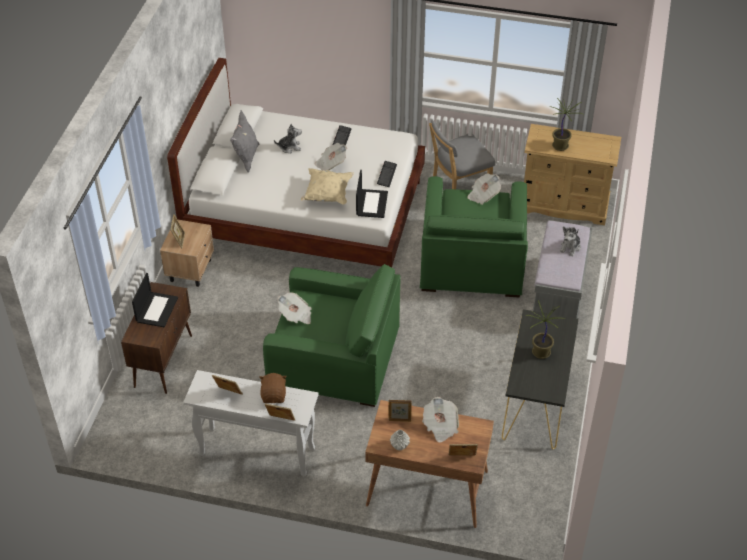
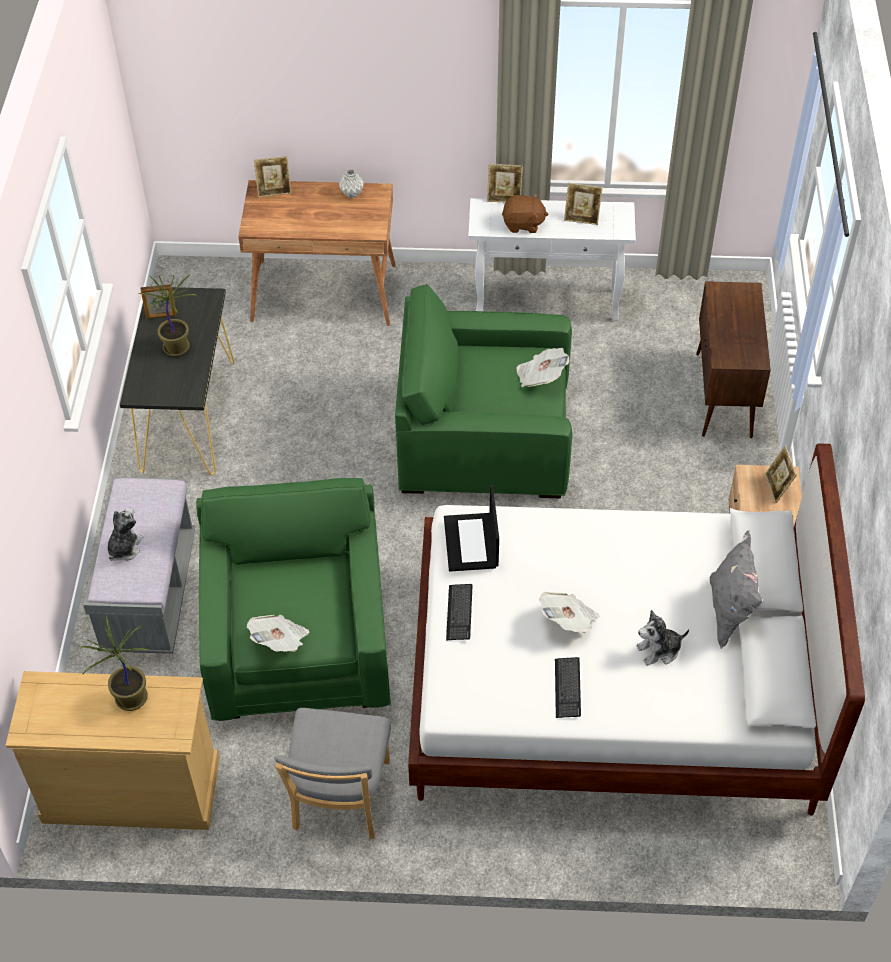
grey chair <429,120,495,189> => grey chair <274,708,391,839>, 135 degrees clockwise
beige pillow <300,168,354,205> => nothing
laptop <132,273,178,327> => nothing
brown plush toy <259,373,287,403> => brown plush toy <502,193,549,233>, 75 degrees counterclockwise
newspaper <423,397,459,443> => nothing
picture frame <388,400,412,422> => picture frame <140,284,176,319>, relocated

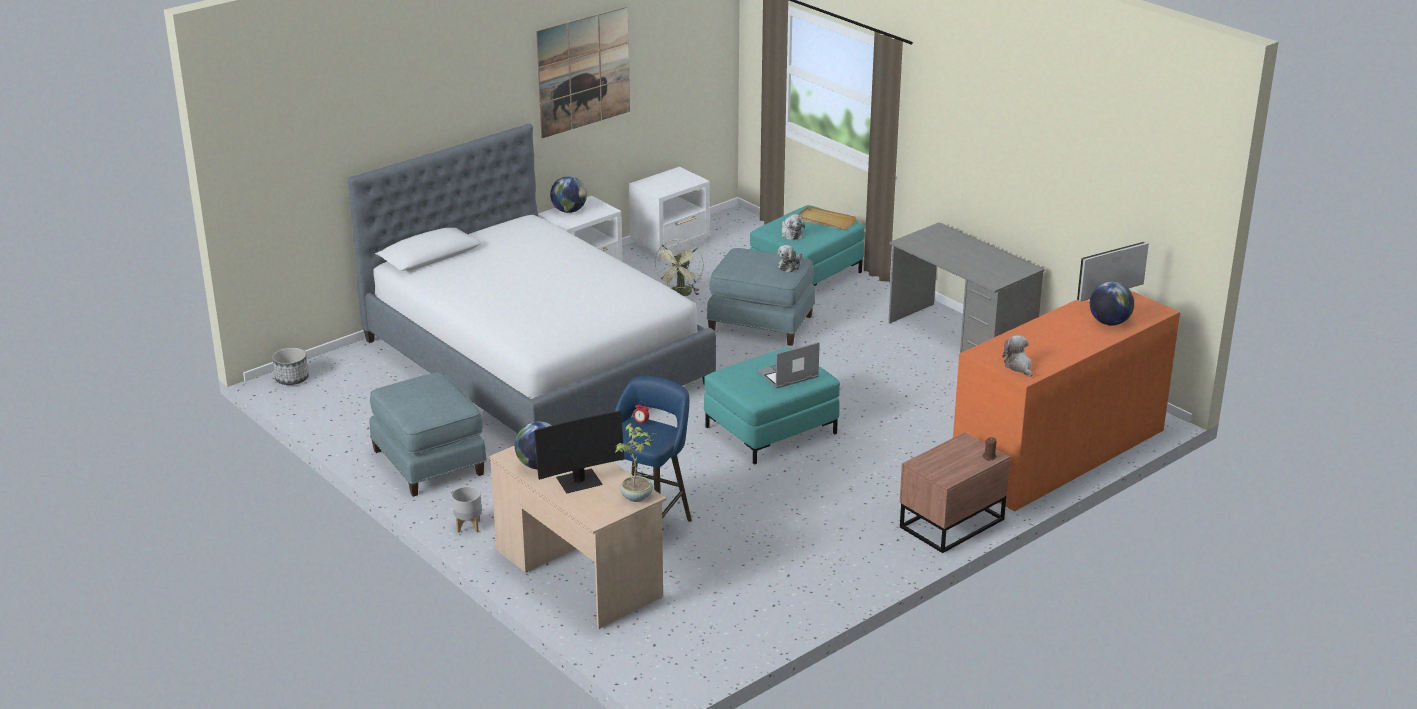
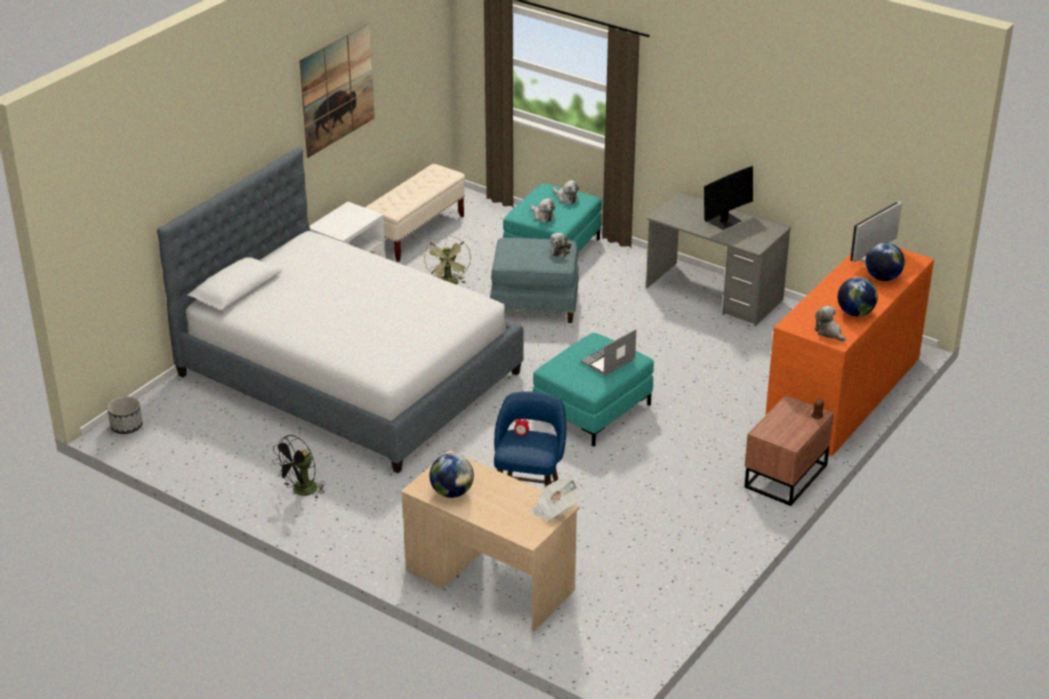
white nightstand <629,167,710,258> => beige bench <365,164,465,262>
globe <550,176,587,213> => globe <838,277,878,317>, relocated
beige tray <798,206,856,230> => plush toy <553,180,579,204>
blue ottoman <370,372,487,497> => black fan <272,435,325,498>
monitor <534,411,624,493> => monitor <704,166,753,230>, relocated
potted plant <615,423,657,502> => newspaper <530,478,578,522>
grey planter <452,486,482,533> => nothing

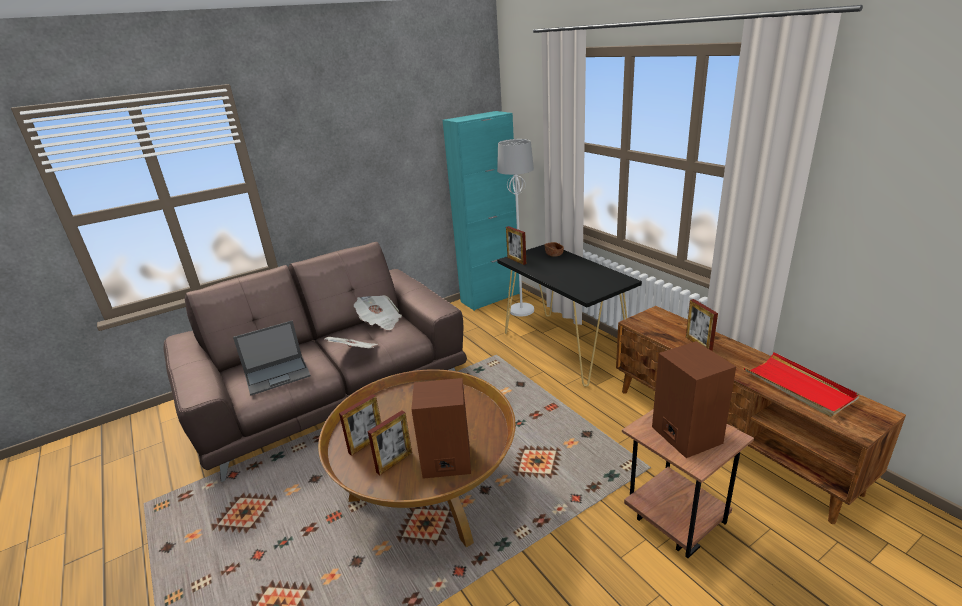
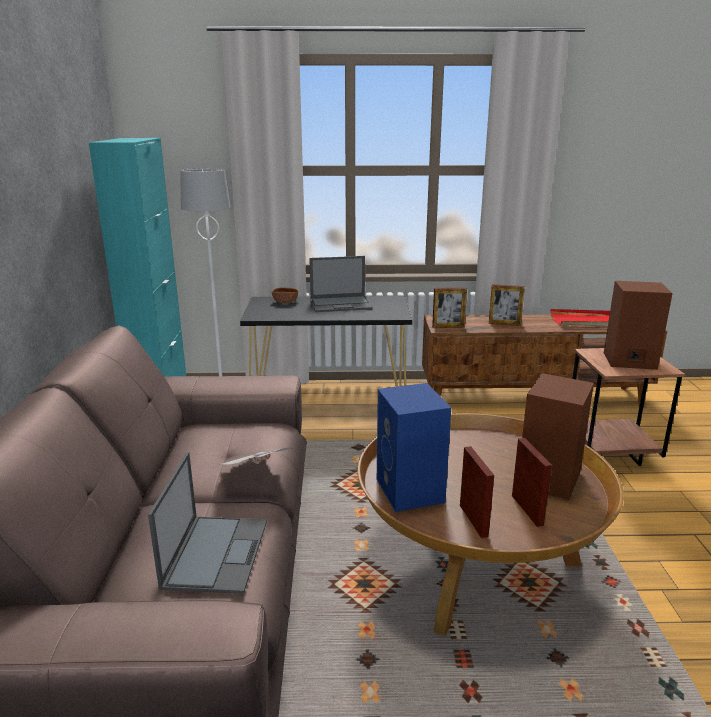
picture frame <506,226,526,265> => picture frame <432,287,467,328>, relocated
newspaper <354,295,402,330> => nothing
nothing => laptop <309,256,373,312>
nothing => blue speaker <377,383,451,512>

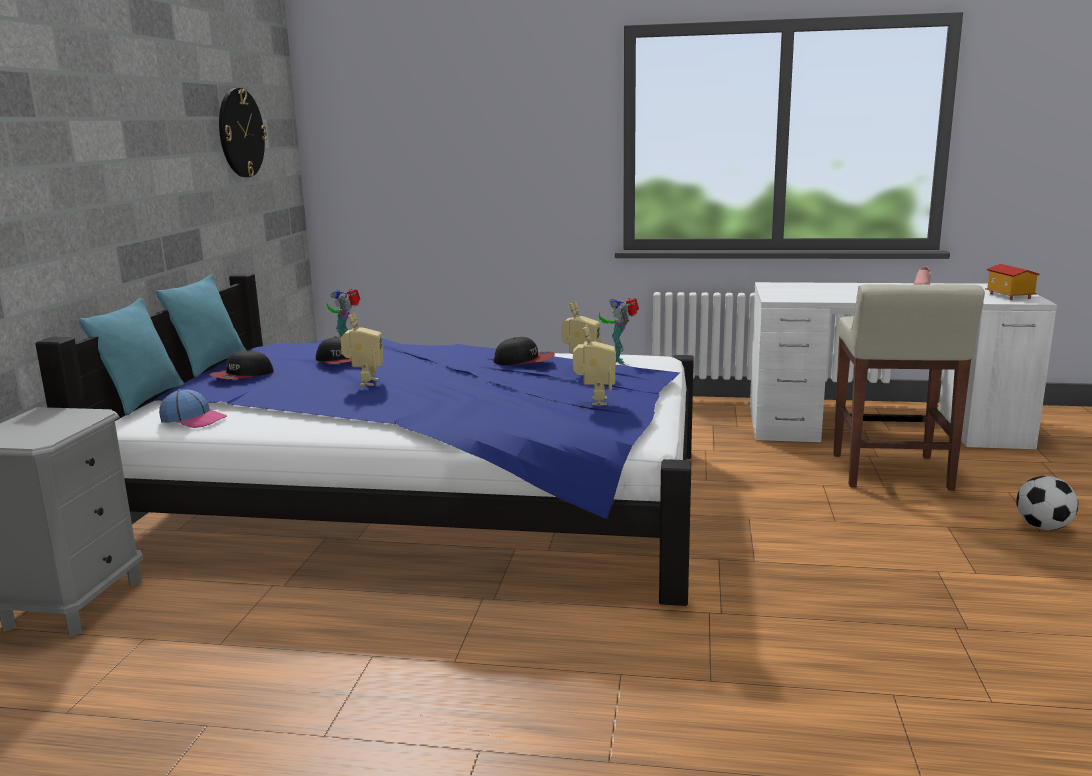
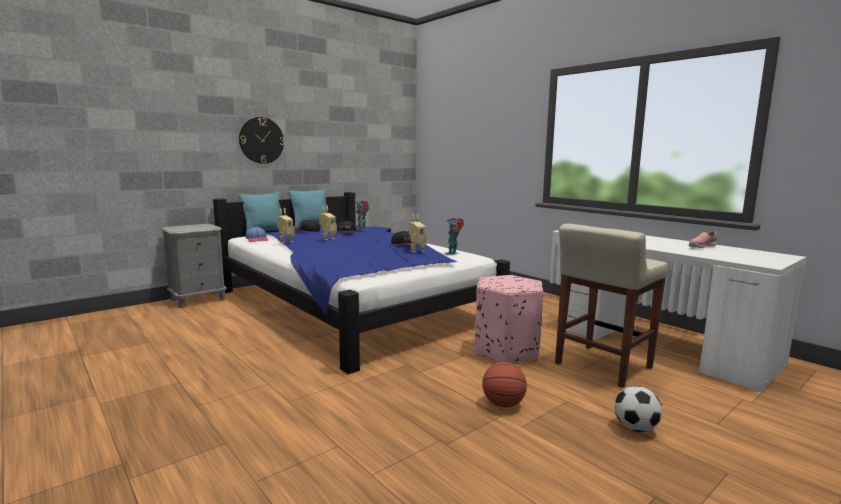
wall clock <219,88,267,177> => wall clock <239,117,284,164>, relocated
toy house <985,264,1040,300> => nothing
toy robot <573,325,616,405> => toy robot <277,208,295,244>, relocated
nothing => pink ottoman <475,275,543,363>
nothing => basketball <482,362,527,407>

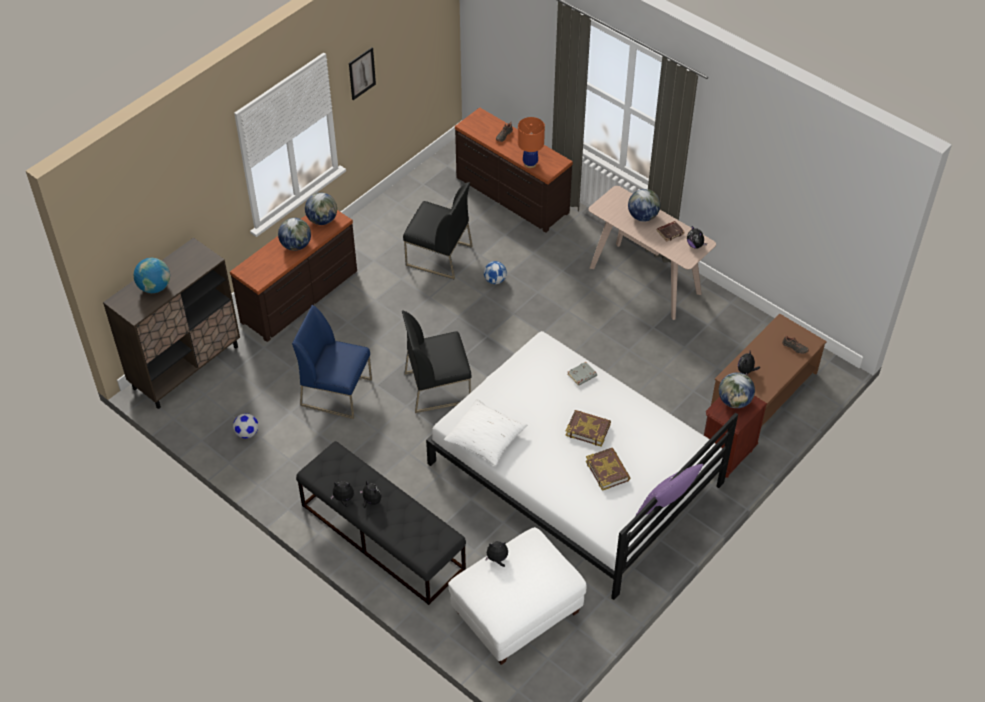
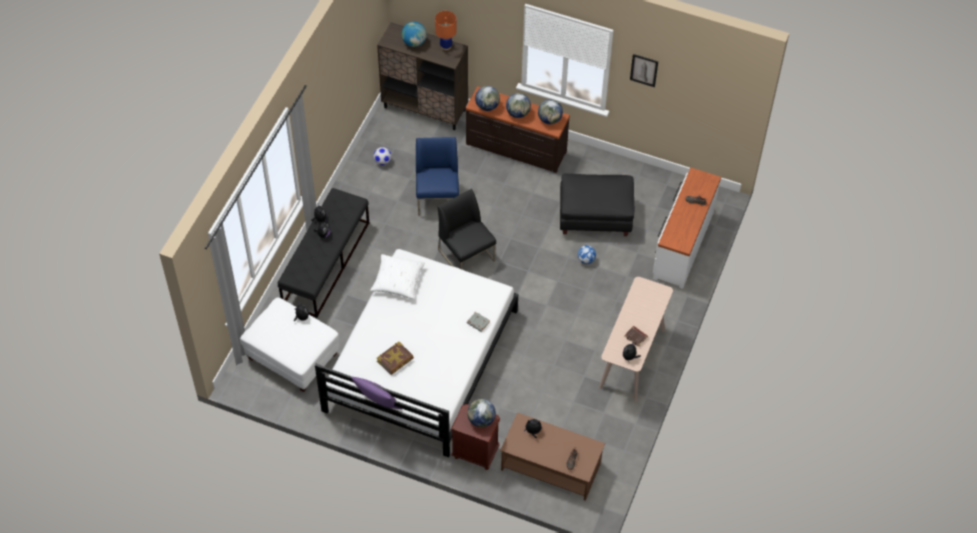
brown dresser <455,107,573,233> => white dresser <653,168,721,289>
orange table lamp <518,117,545,168> => orange table lamp <435,11,457,50>, relocated
black chair <403,182,473,280> => black ottoman <560,174,634,236>
globe <628,189,660,222> => globe <475,86,500,111>, relocated
book <565,410,611,447> => nothing

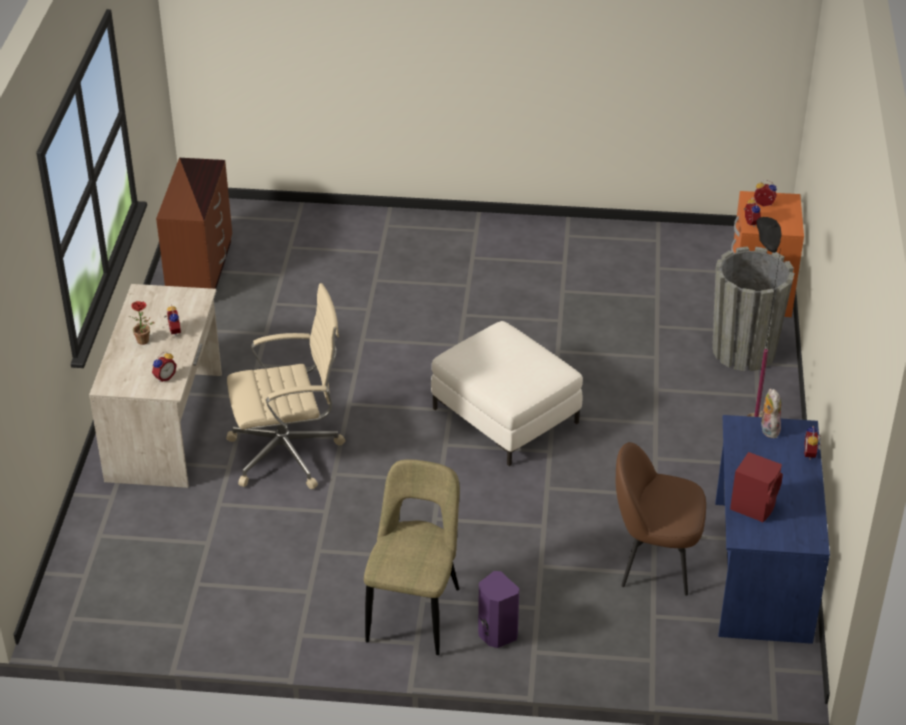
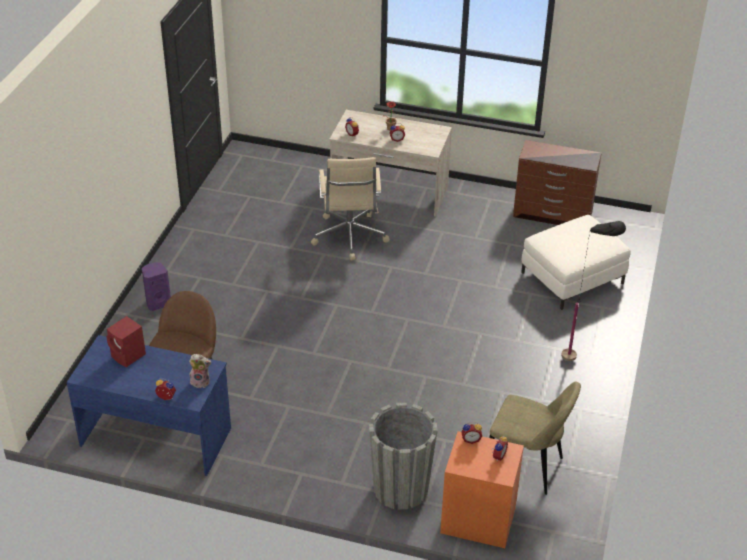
black floor lamp <747,217,782,417> => black floor lamp <561,221,626,361>, relocated
white ottoman <431,321,583,466> => white ottoman <521,215,631,310>, relocated
beige chair <364,459,460,655> => beige chair <489,382,581,495>, relocated

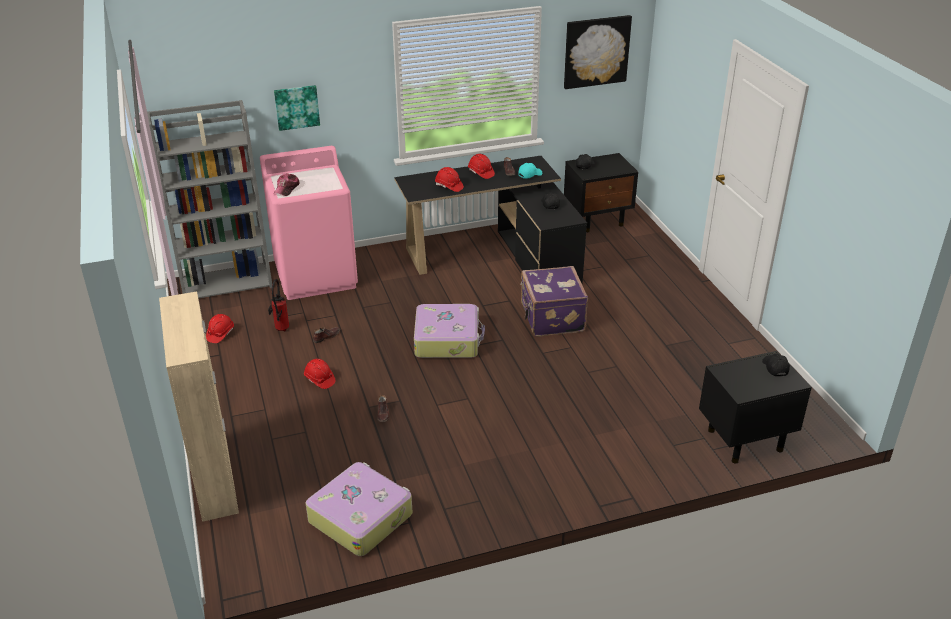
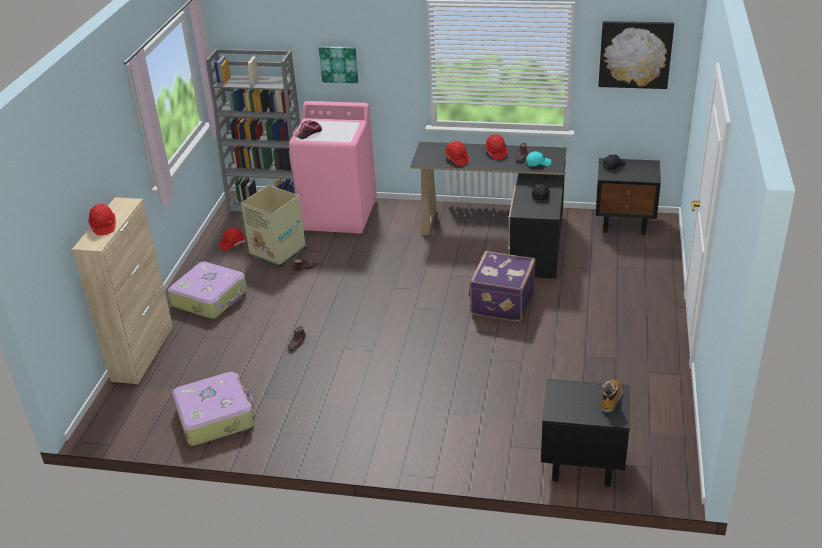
fire extinguisher <268,279,289,332> => cardboard box <241,185,306,268>
suitcase <414,304,485,358> => suitcase <168,262,247,319>, relocated
black cap <762,354,790,377> => boot <601,379,622,413>
red hard hat <304,359,335,389> => red hard hat <88,204,116,236>, relocated

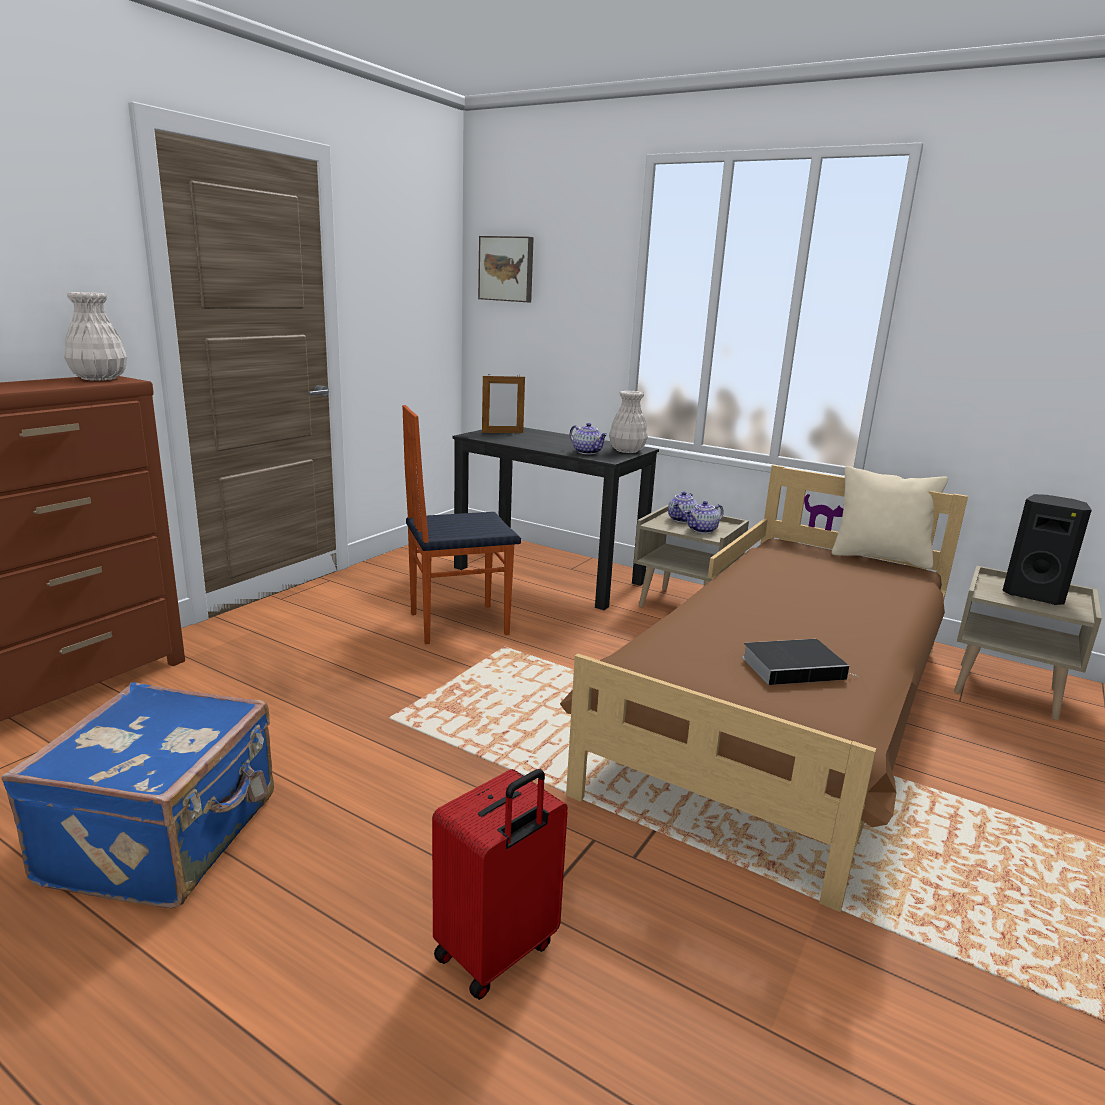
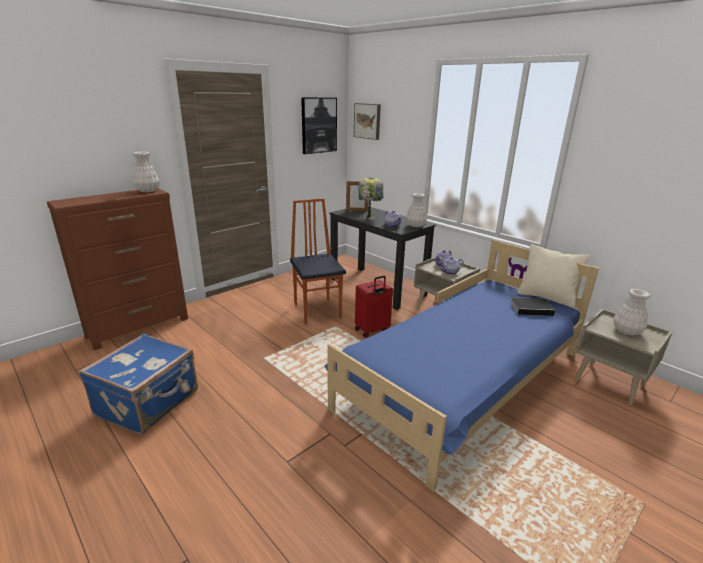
chair <402,405,521,644> => chair <290,199,346,324>, 75 degrees clockwise
brown bed <560,465,968,912> => blue bed <325,239,599,492>
black speaker <1002,494,1092,605> => white vase <613,289,650,336>
book <742,639,855,685> => book <510,297,558,316>, relocated
red suitcase <432,769,568,1000> => red suitcase <355,275,393,338>, relocated
nothing => picture <301,97,337,154>
nothing => table lamp <359,177,383,219>

